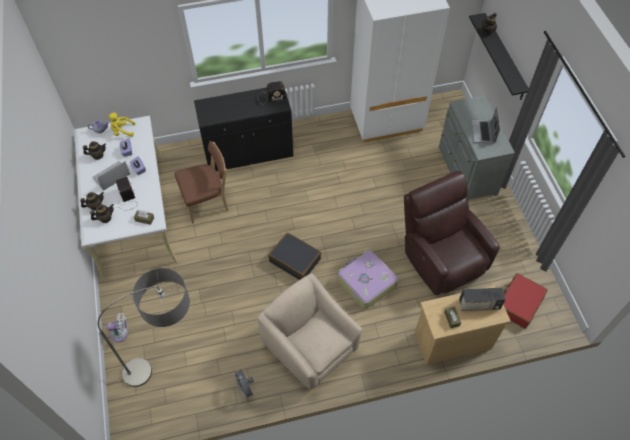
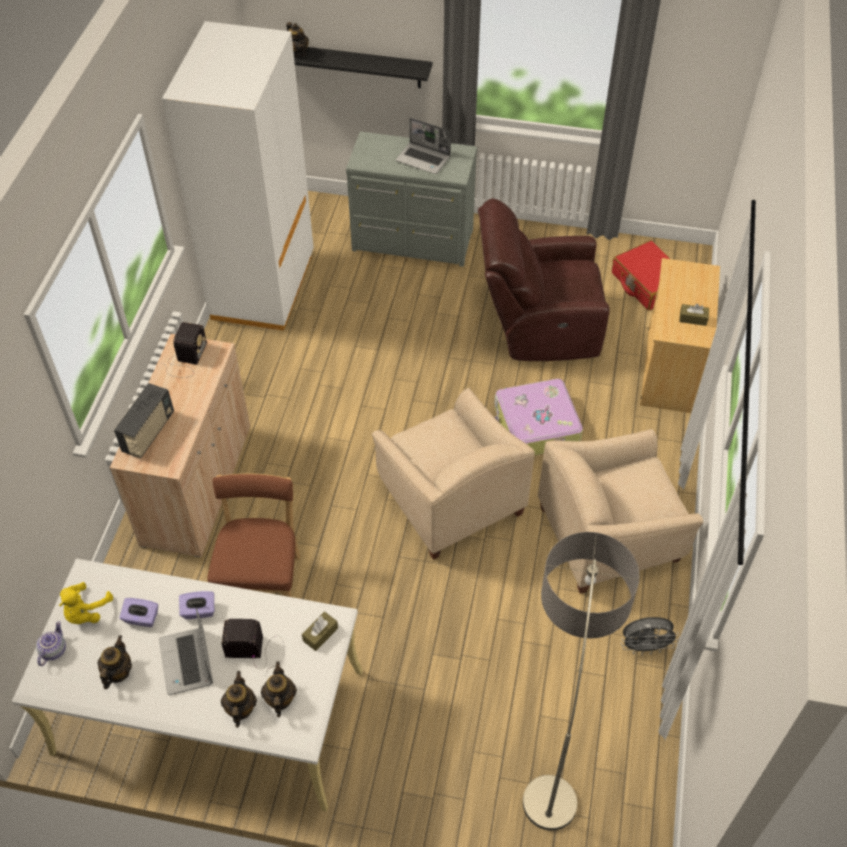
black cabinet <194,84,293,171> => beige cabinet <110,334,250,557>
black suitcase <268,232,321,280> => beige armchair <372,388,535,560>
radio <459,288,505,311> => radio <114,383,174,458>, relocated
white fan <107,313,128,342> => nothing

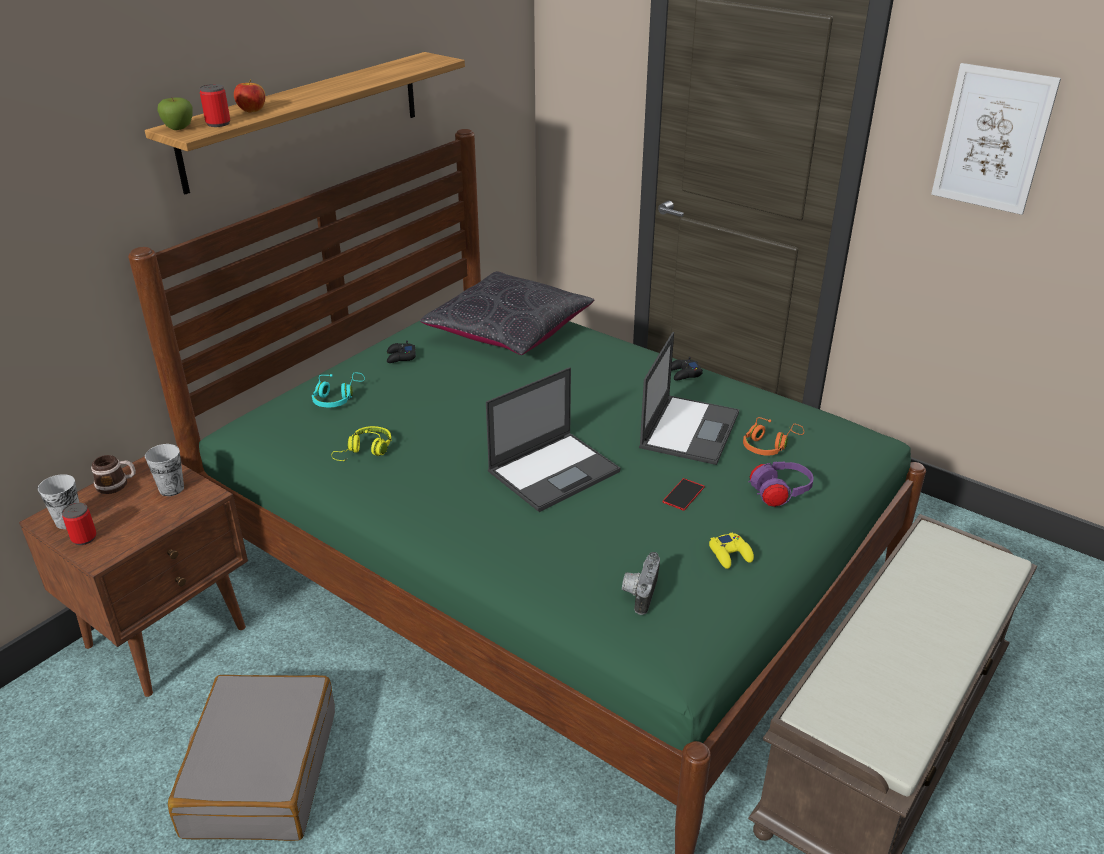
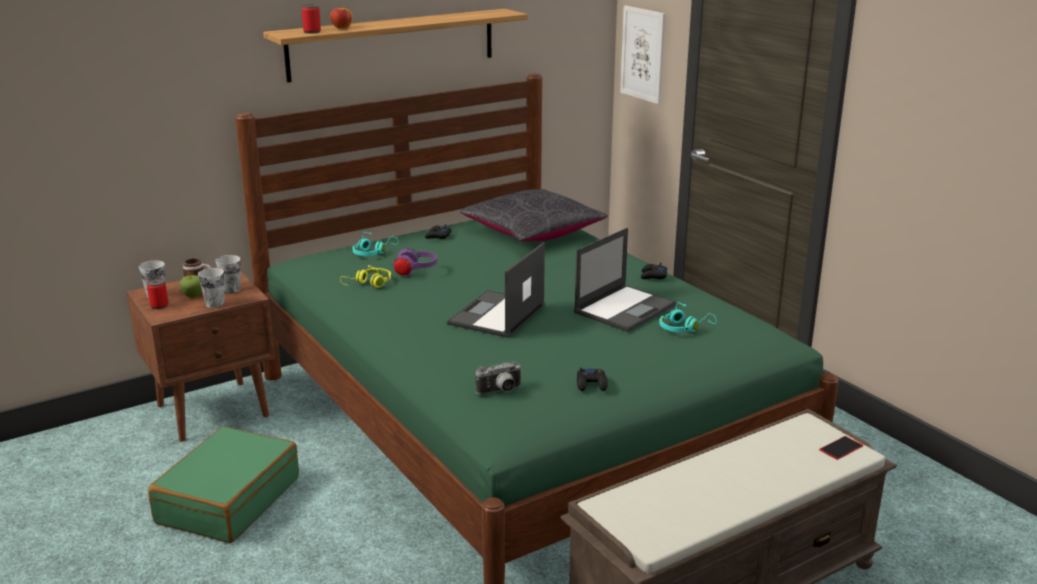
picture <931,63,1061,215> => picture <620,6,665,104>, relocated
apple <157,97,193,130> => apple <179,275,202,298>, relocated
laptop <486,367,621,512> => laptop <447,242,545,338>, 135 degrees clockwise
orange headphones <743,417,804,456> => turquoise headphones <659,302,717,332>
purple headphones <748,461,814,507> => purple headphones <392,248,437,276>, relocated
phone <662,478,705,511> => phone <819,436,863,460>, relocated
yellow game controller <709,532,754,569> => black game controller <577,368,608,391>
photo camera <622,552,660,615> => photo camera <476,361,522,395>, 150 degrees counterclockwise
grey suitcase <168,675,335,841> => green suitcase <148,426,299,543>
nothing => cup <198,268,224,308>

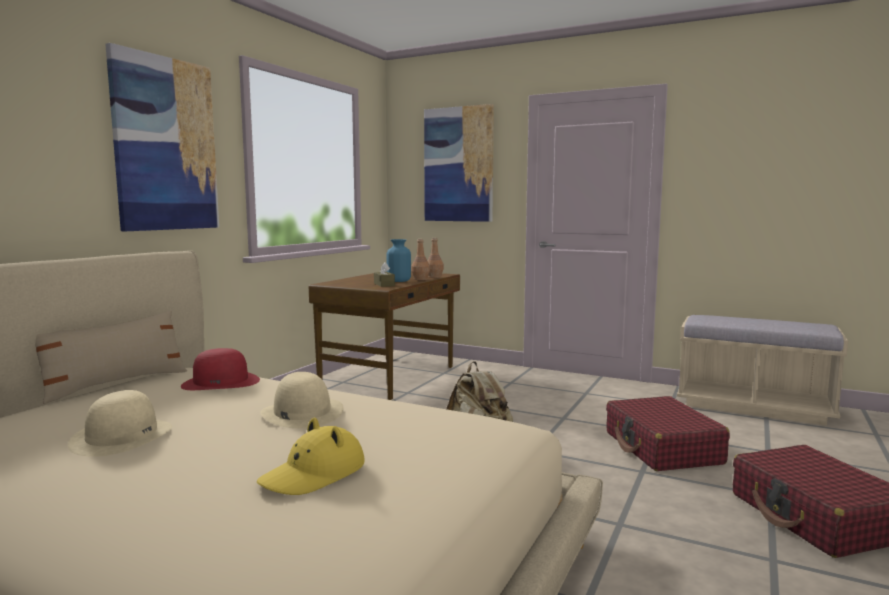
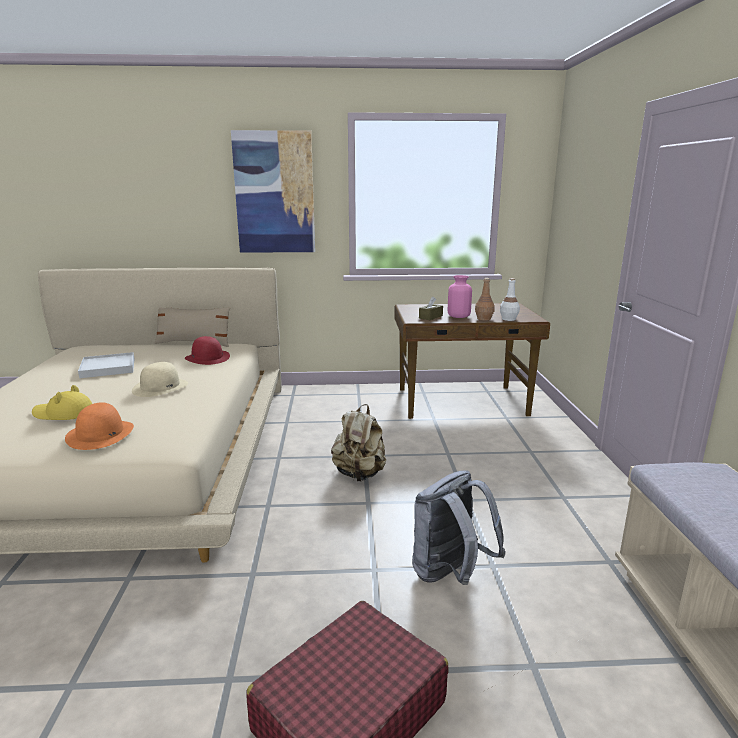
picture <424,104,494,222> => nothing
brown bottle <427,238,444,278> => white bottle <500,278,520,321>
blue vase <387,239,411,282> => pink vase <448,275,472,318>
beige hat <68,390,172,457> => white tray <78,352,134,378>
red suitcase <606,396,730,471> => grey backpack <412,470,506,585>
nothing => orange hat <65,402,134,450>

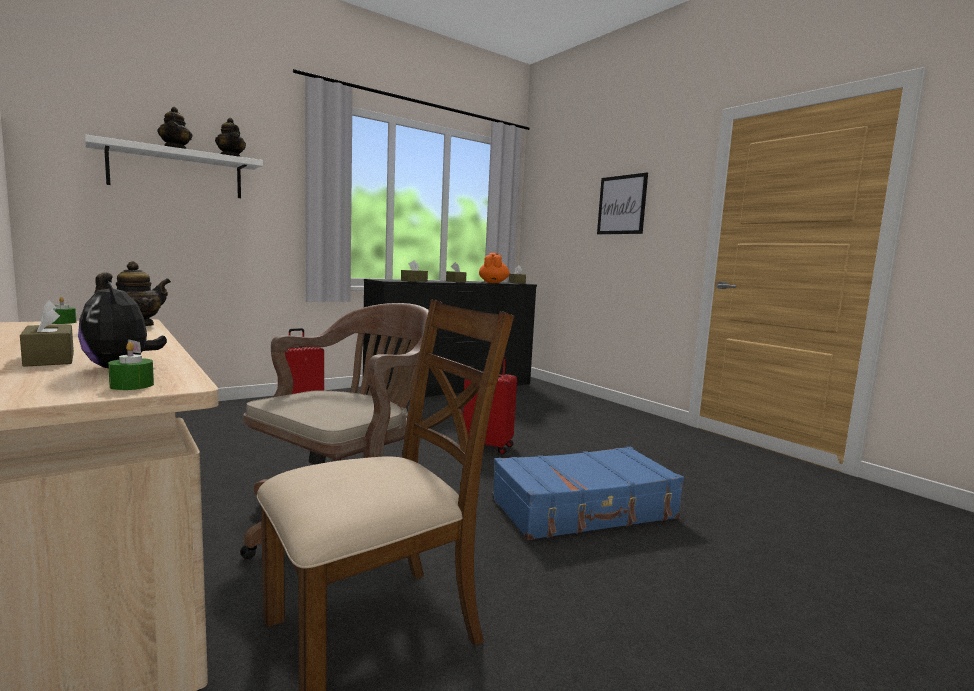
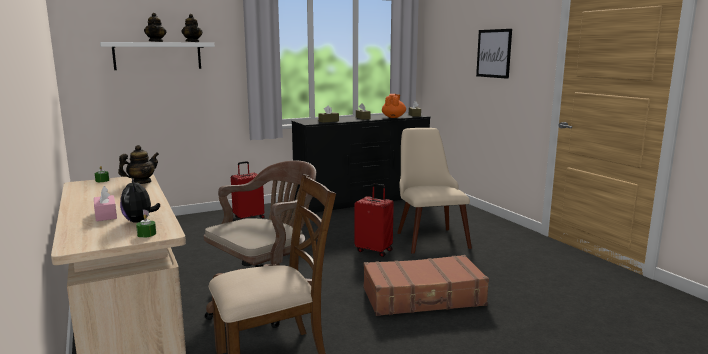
brown tissue box <20,300,74,367> => pink tissue box <94,186,117,221>
blue suitcase <492,447,684,540> => brown suitcase <363,255,489,316>
nothing => beige chair <397,128,472,254>

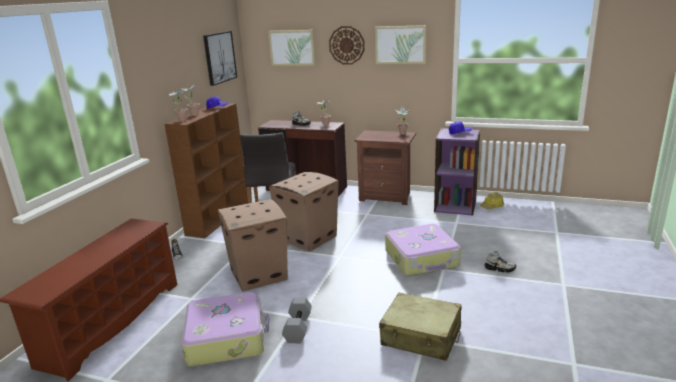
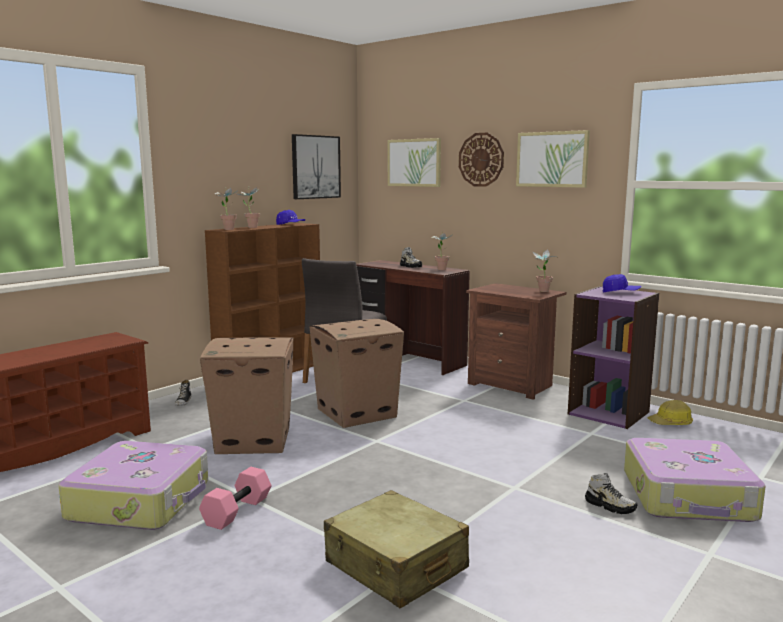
suitcase <385,224,461,276> => suitcase <624,438,766,522>, relocated
grey dumbbell <282,297,312,343> => pink dumbbell <199,467,271,530>

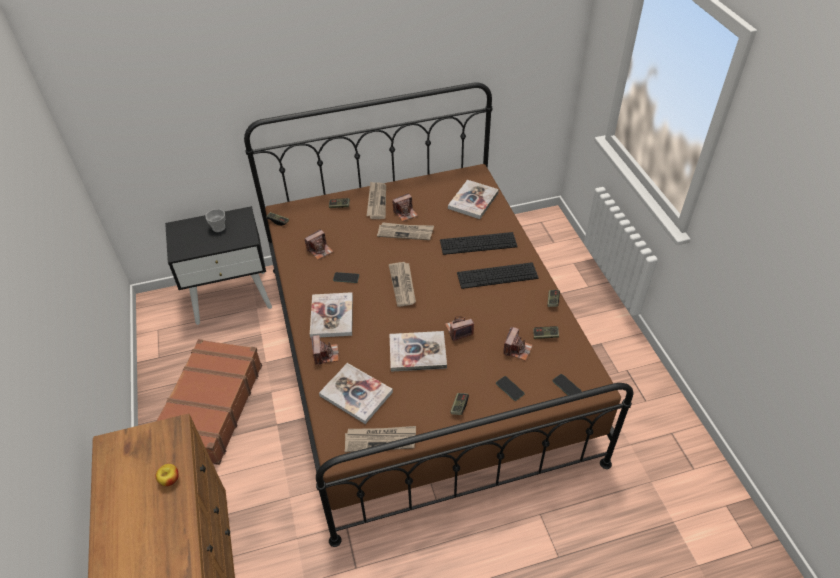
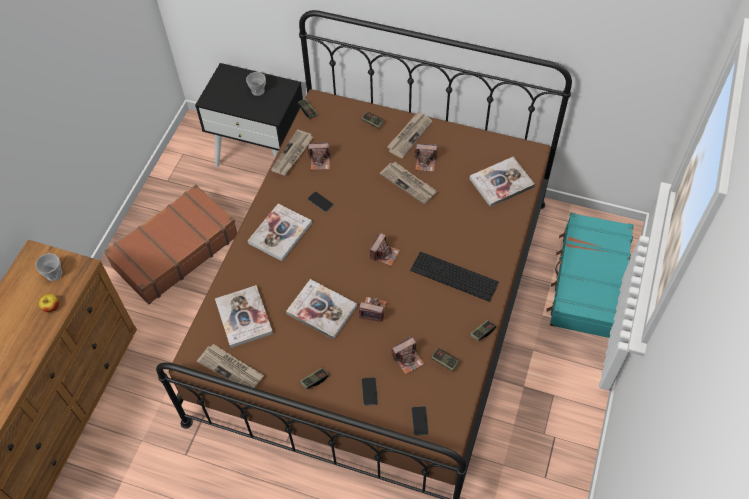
keyboard <440,232,518,255> => nothing
newspaper <389,262,416,307> => newspaper <271,129,313,175>, relocated
photo camera <311,335,339,365> => photo camera <370,232,400,266>, relocated
nothing => turquoise suitcase <546,212,634,338>
nothing => cup <36,253,62,281>

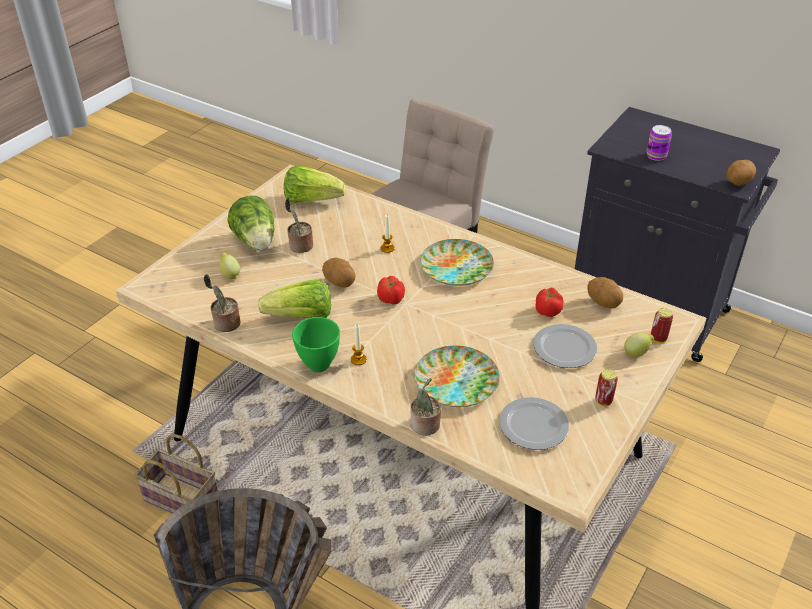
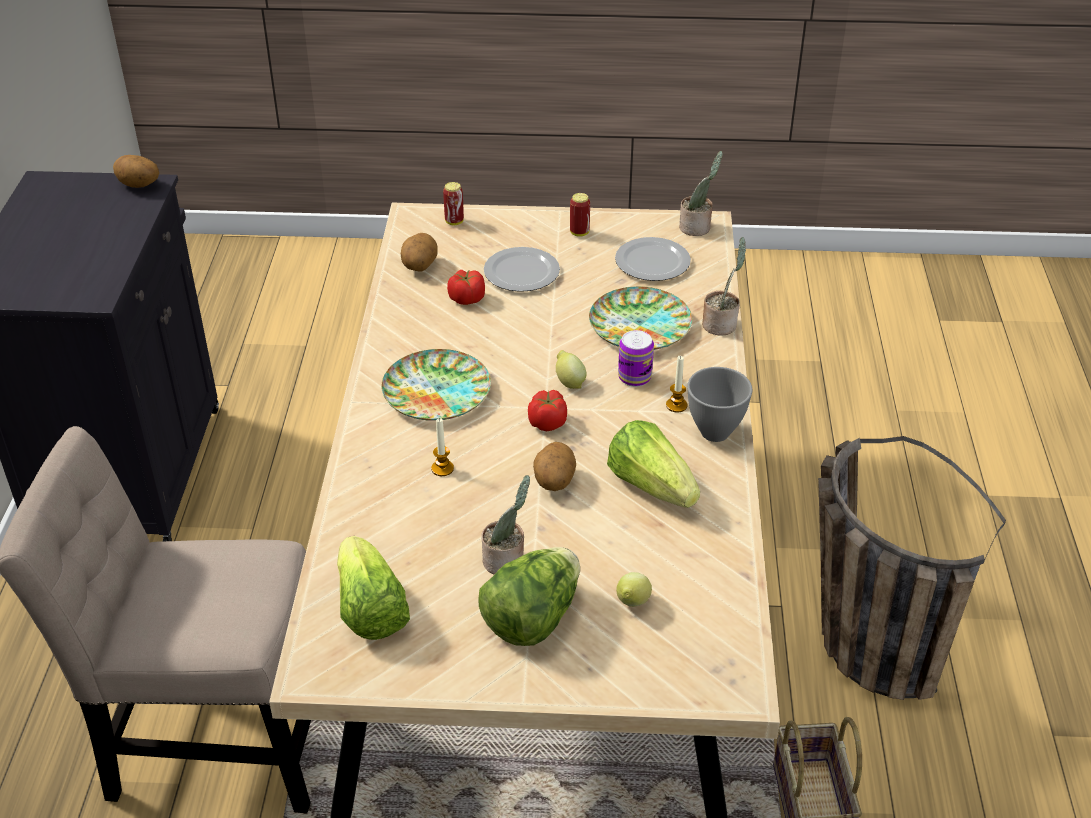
can <646,125,672,161> => can <618,330,654,387>, relocated
potted plant <204,274,241,332> => potted plant <679,151,723,236>, relocated
green bowl <292,317,340,372> => grey bowl <687,367,753,442>
lemon <624,333,654,357> => lemon <556,350,587,389>, relocated

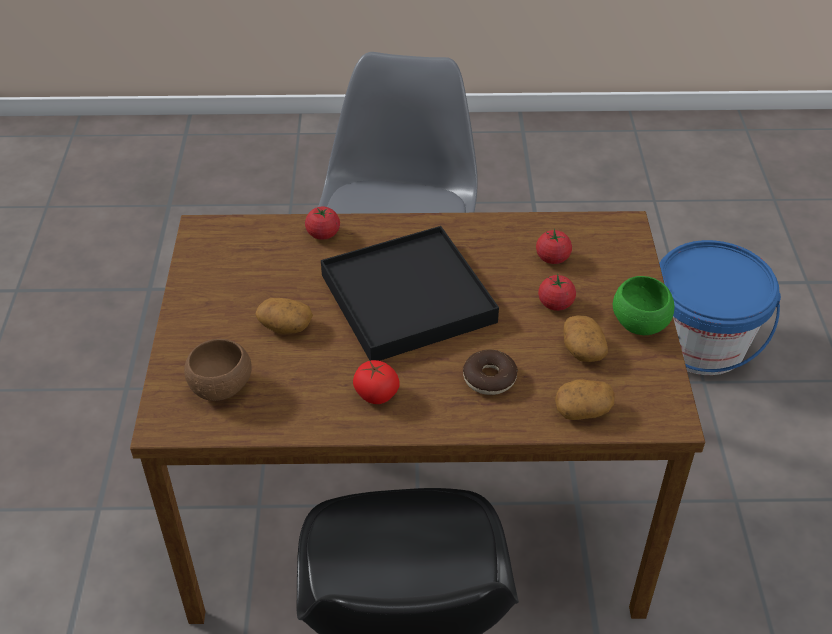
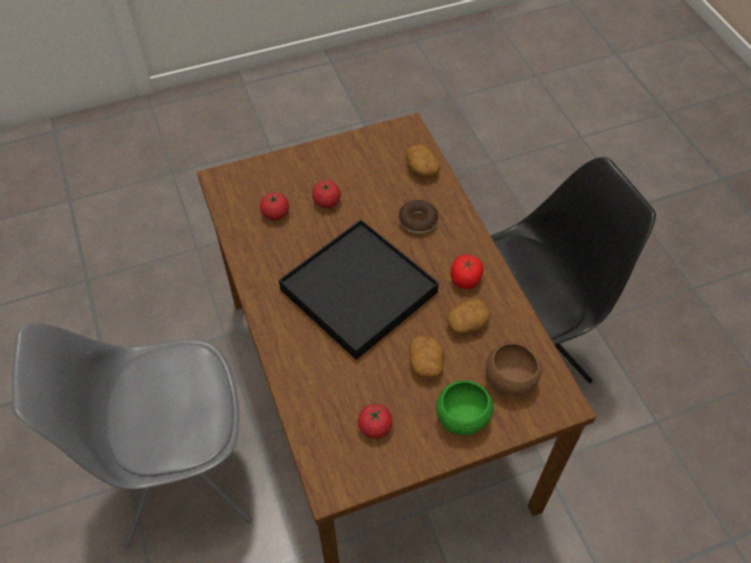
tomato <305,207,340,240> => tomato <358,404,393,439>, relocated
blue bucket <659,240,781,375> => nothing
green bowl <613,276,674,335> => green bowl <436,380,493,435>, relocated
potato <563,315,608,362> => potato <446,298,490,334>, relocated

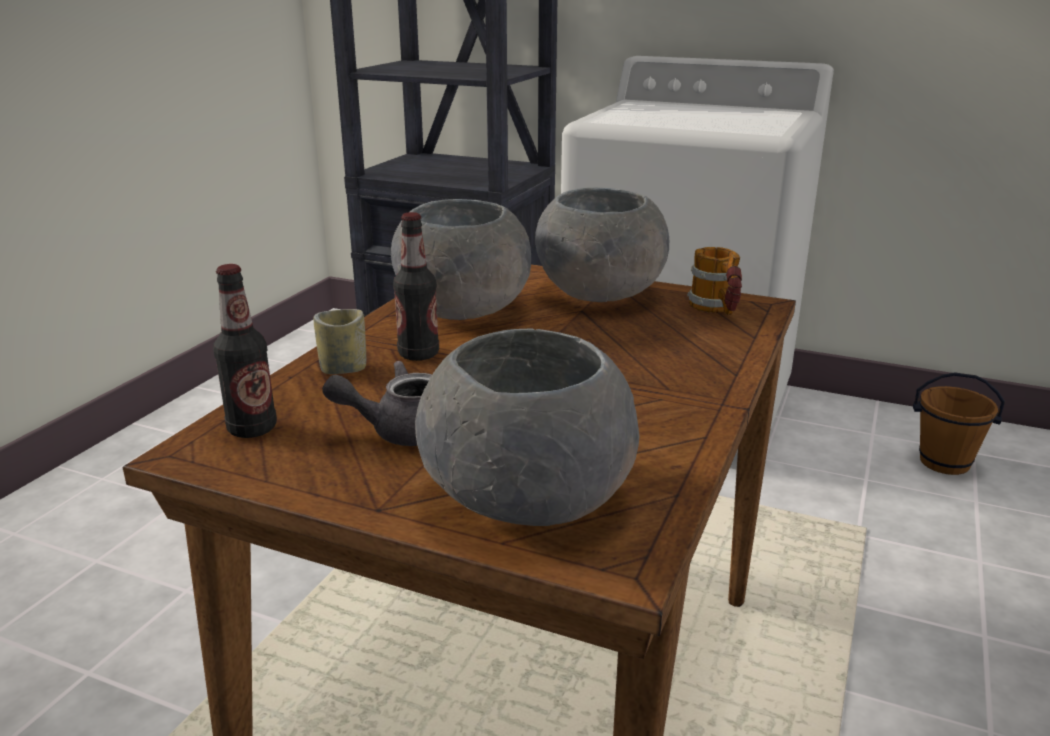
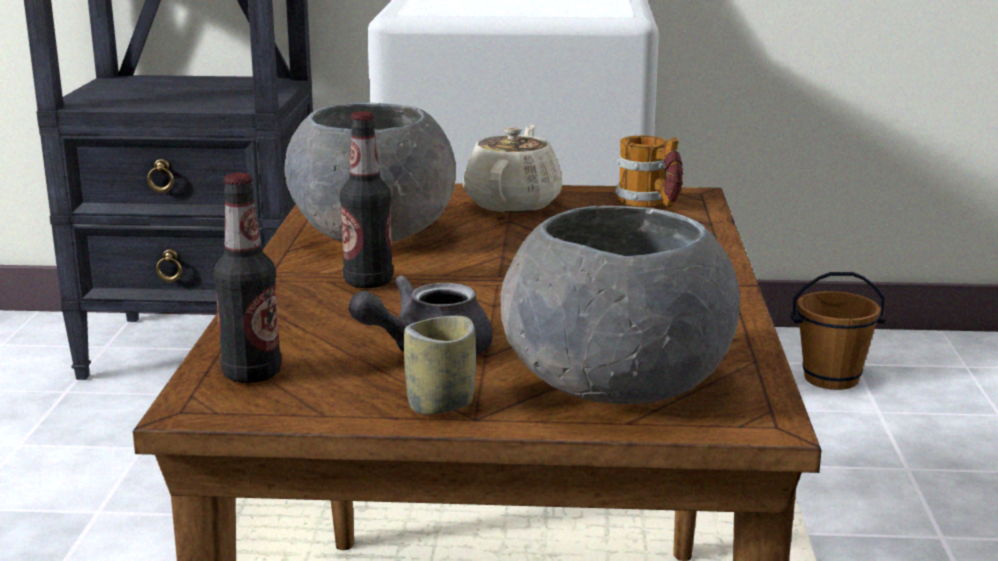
grey bowl <535,188,669,302> => beige teapot <463,124,562,213>
cup <314,309,366,374> => cup <404,316,476,415>, relocated

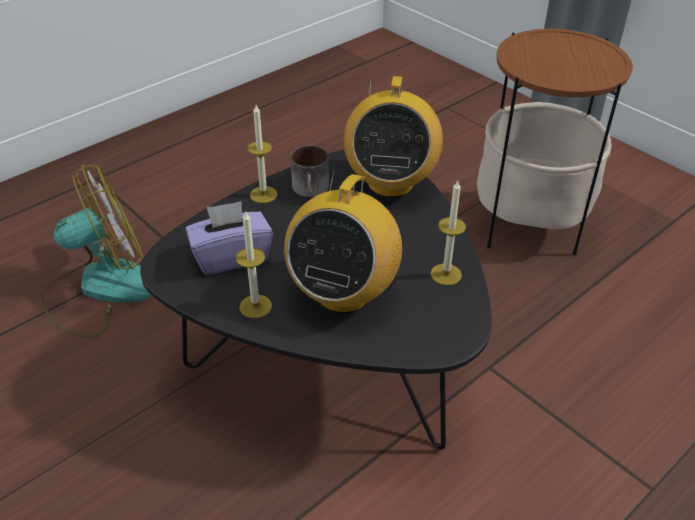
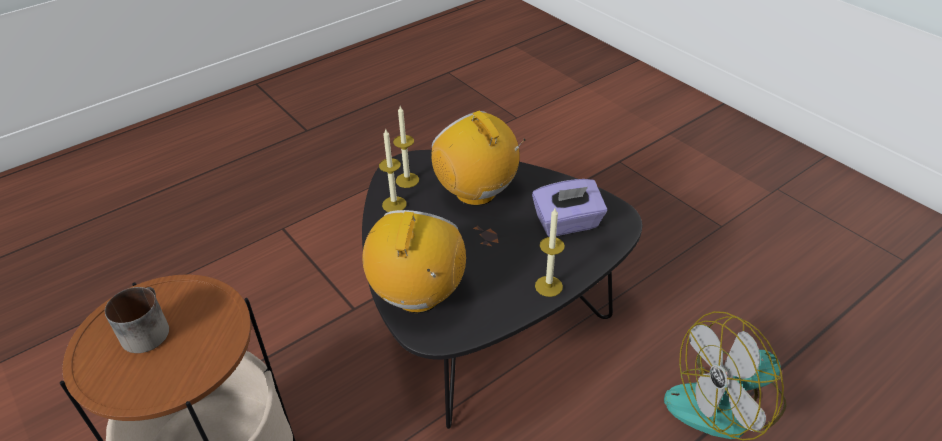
mug <291,146,329,197> => mug <105,287,169,353>, relocated
radio <284,169,402,313> => radio <431,111,526,206>, 60 degrees counterclockwise
candle <236,210,272,318> => candle <393,106,419,188>, relocated

